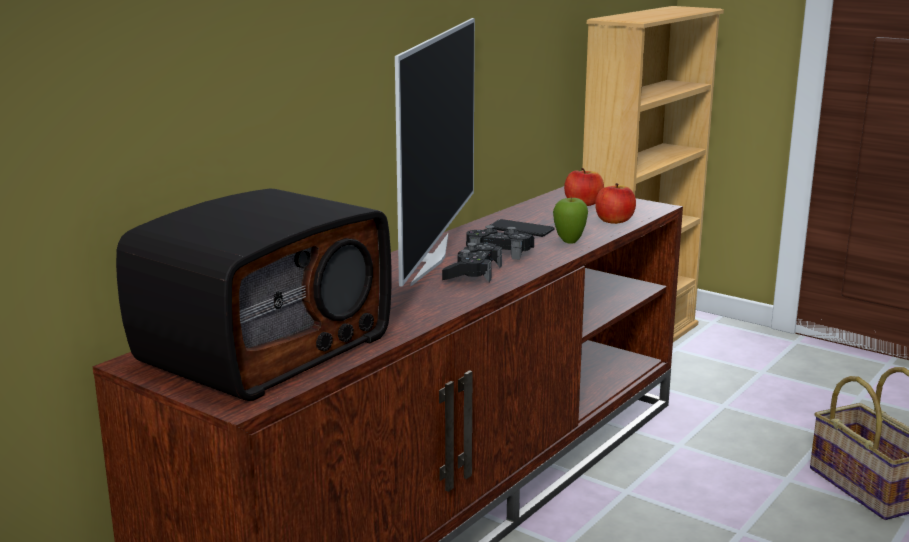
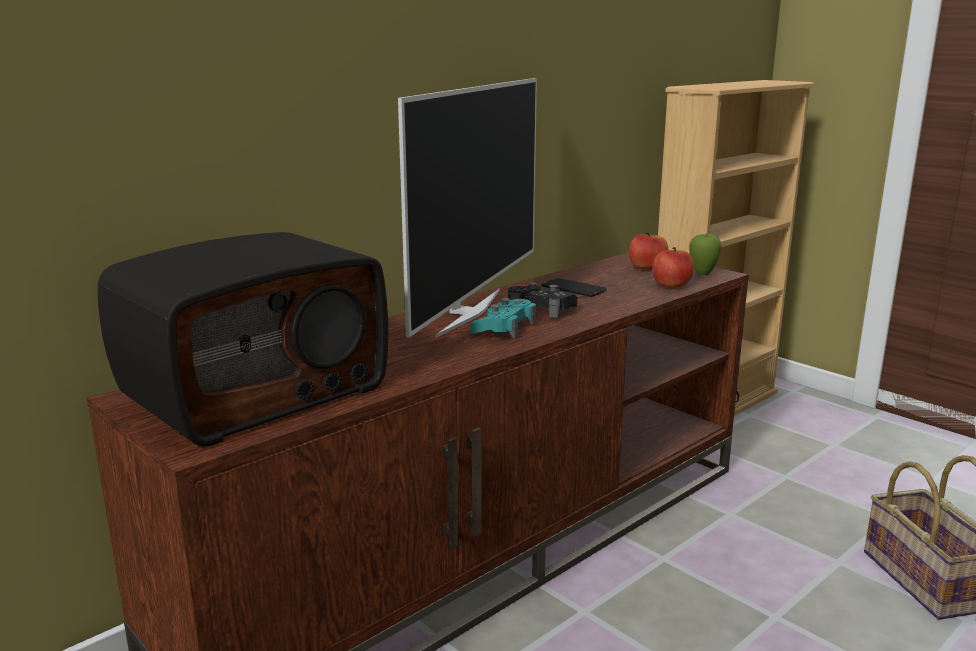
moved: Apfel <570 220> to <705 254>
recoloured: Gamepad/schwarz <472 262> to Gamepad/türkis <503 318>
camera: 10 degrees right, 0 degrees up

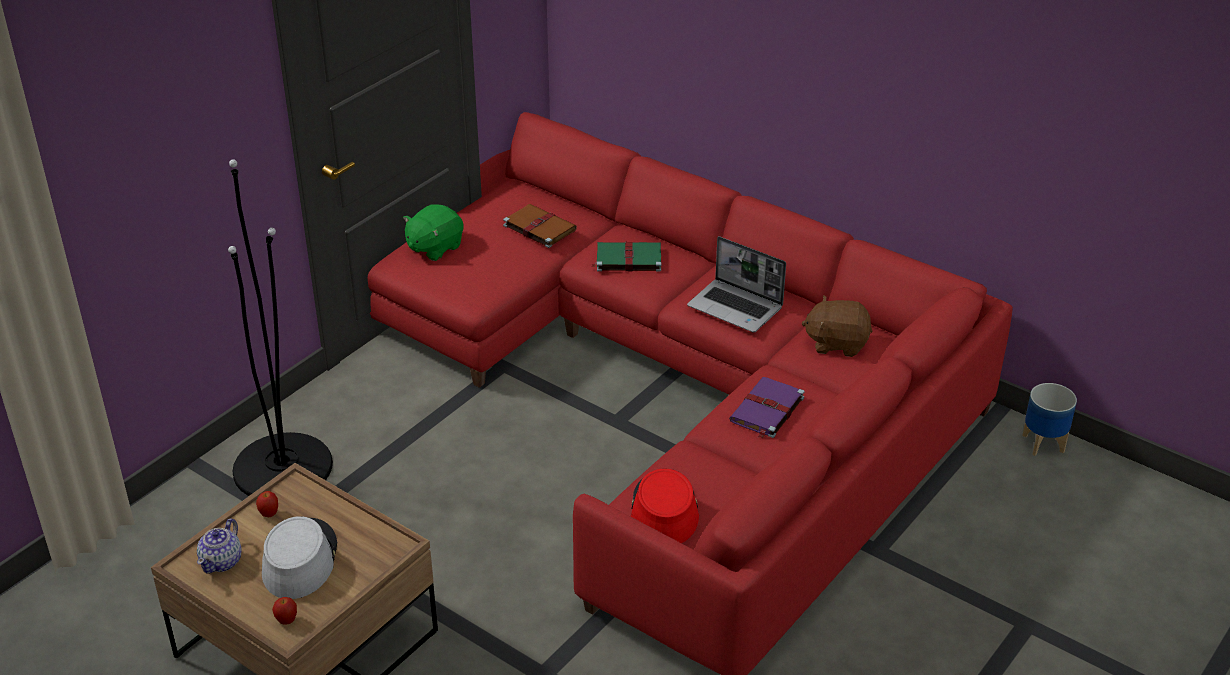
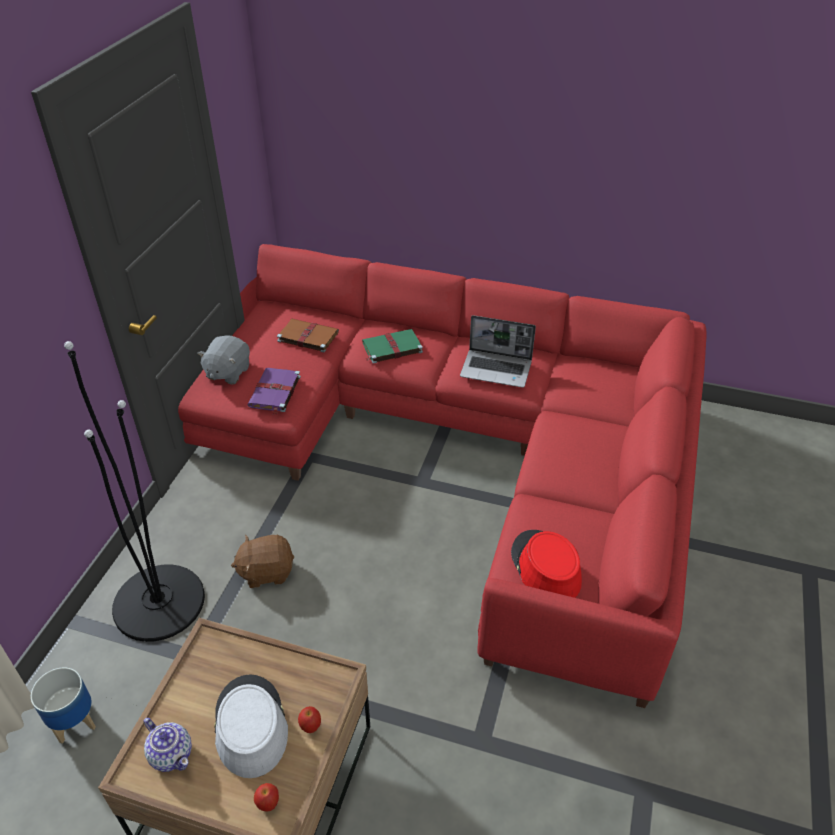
moved: Apfel <267 504> to <309 719>; Buch/lila <767 408> to <274 391>; Plüschtier/braun <837 326> to <262 561>; Pflanzkübel <1049 419> to <63 705>
recoloured: Plüschtier/grün <433 232> to Plüschtier/grau <223 360>
turned: Teekanne <219 546> = <167 745> 45 degrees counterclockwise
camera: 20 degrees left, 5 degrees up

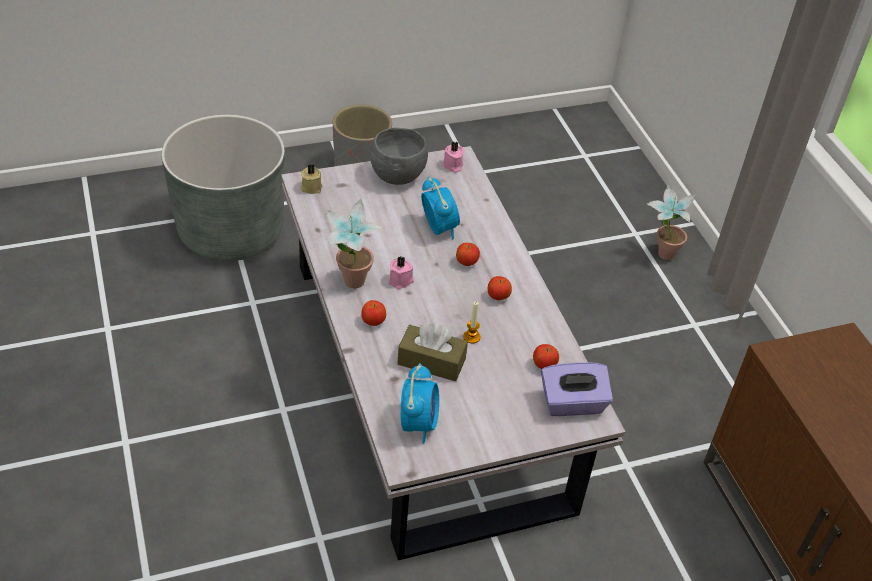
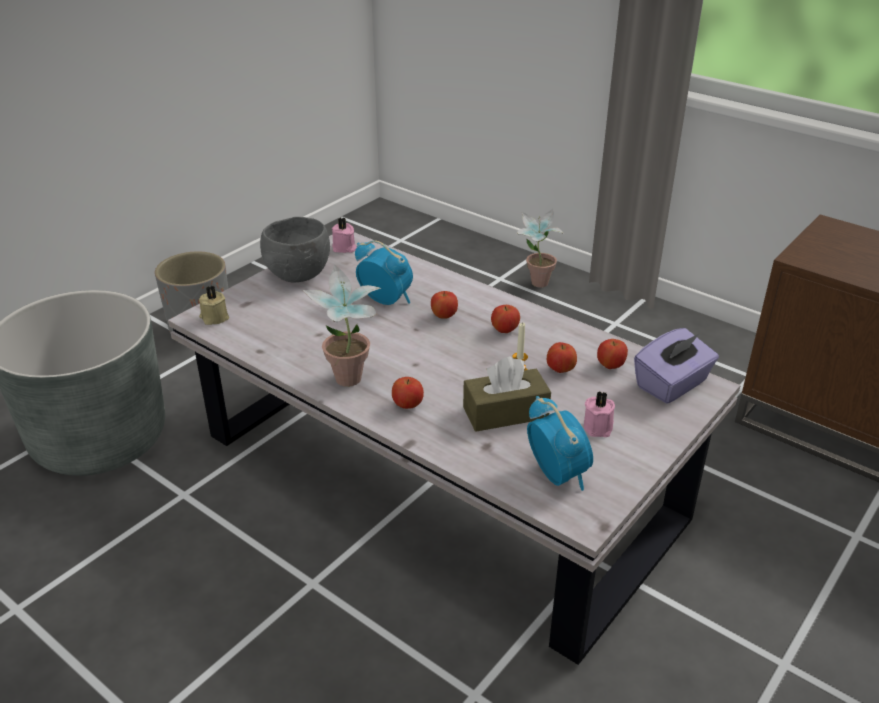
added: Apfel <562 357>
moved: Kerze/rosa <401 272> to <599 414>
camera: 30 degrees left, 10 degrees down

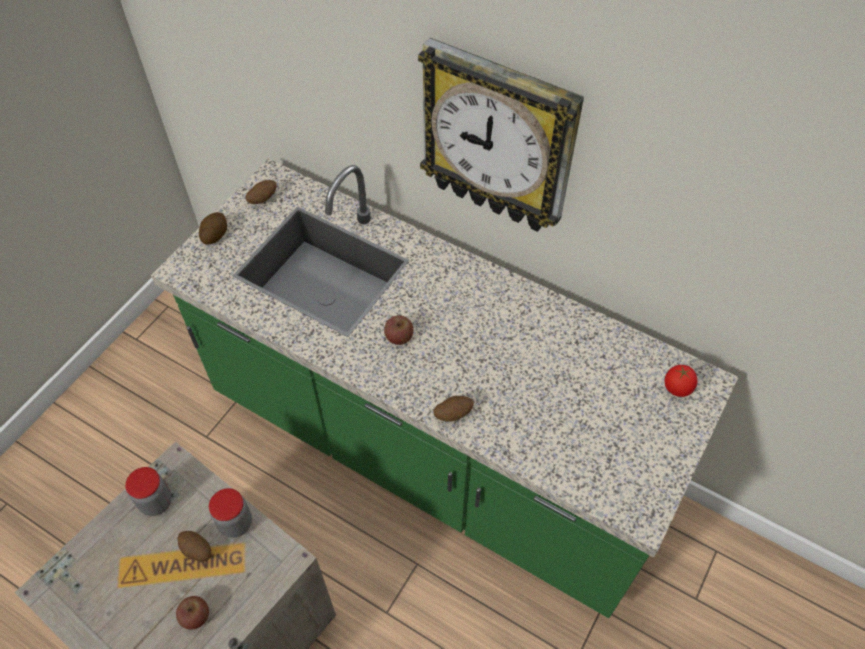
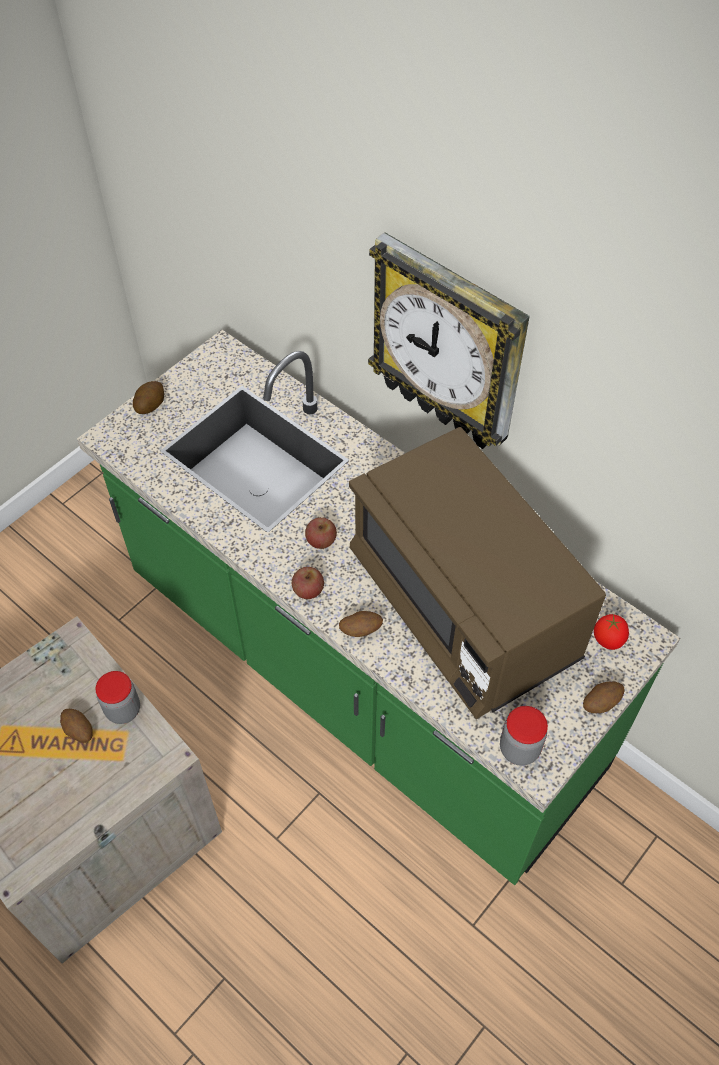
added: Mikrowelle/braun <477 573>
moved: Vorratsglas <148 491> to <524 736>; Apfel <192 613> to <308 583>; Kartoffel <261 192> to <603 697>
camera: 10 degrees right, 0 degrees up

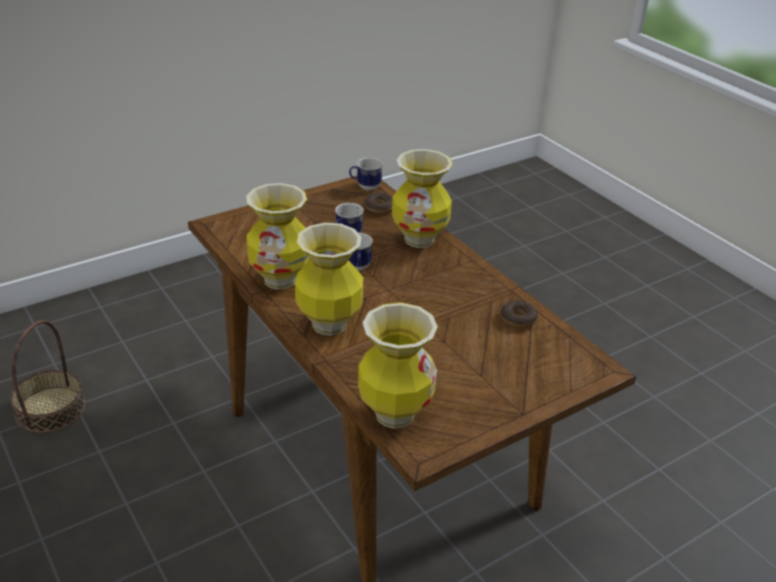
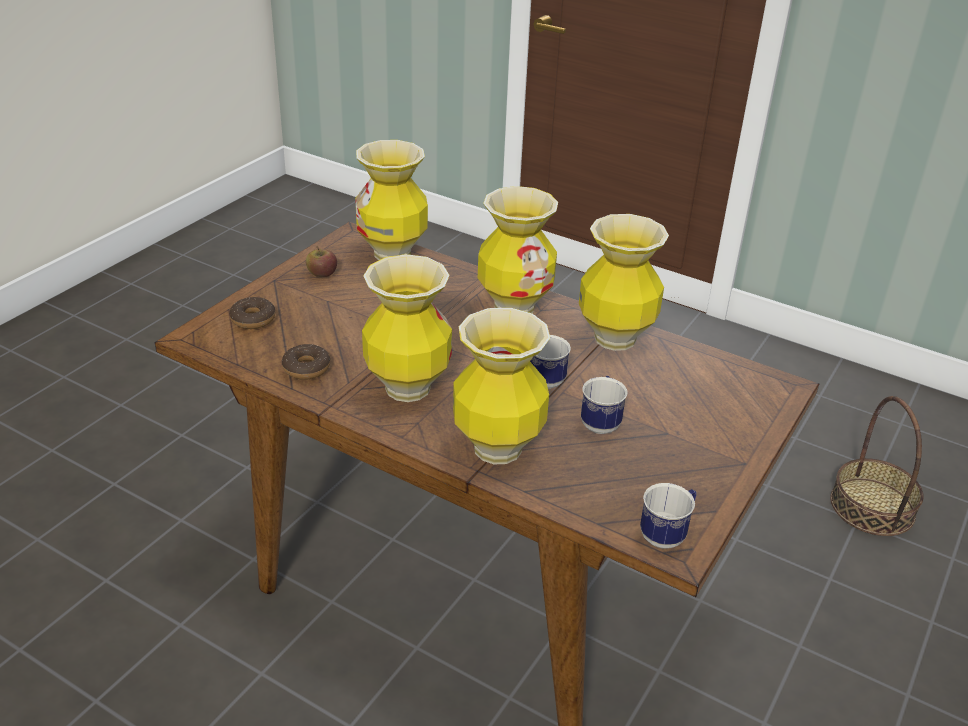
added: Apfel <321 261>; Vase <407 328>
moved: Donut <378 203> to <252 313>
camera: 155 degrees right, 0 degrees up

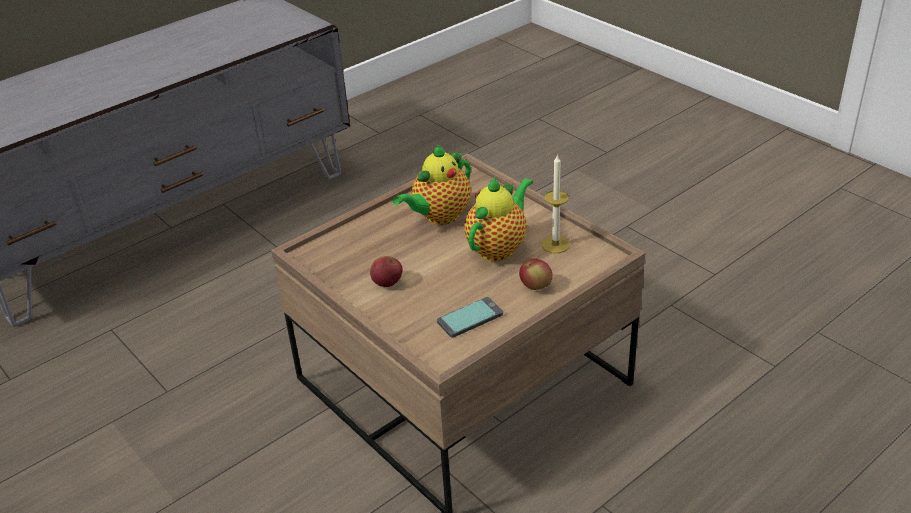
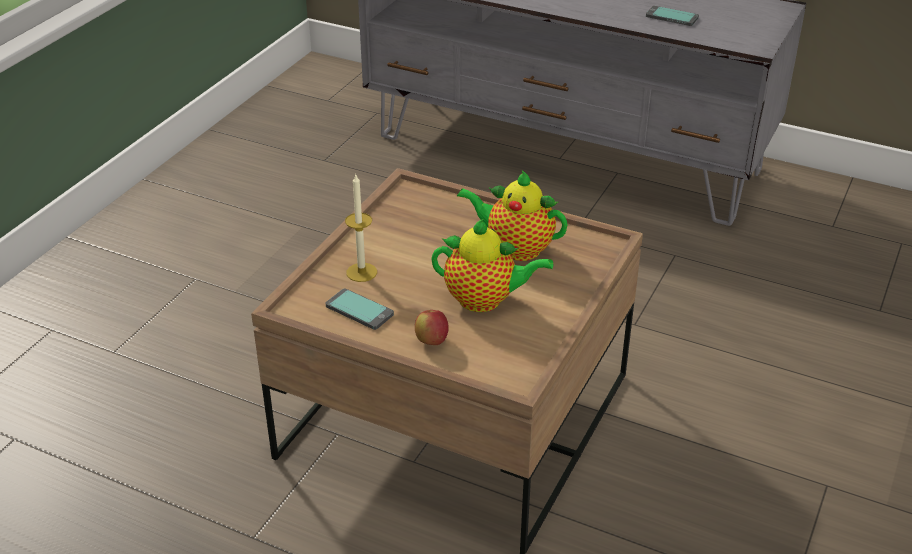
removed: Apfel <386 271>
added: Handy <672 16>
moved: Kerze <556 203> to <361 228>
camera: 65 degrees right, 0 degrees up

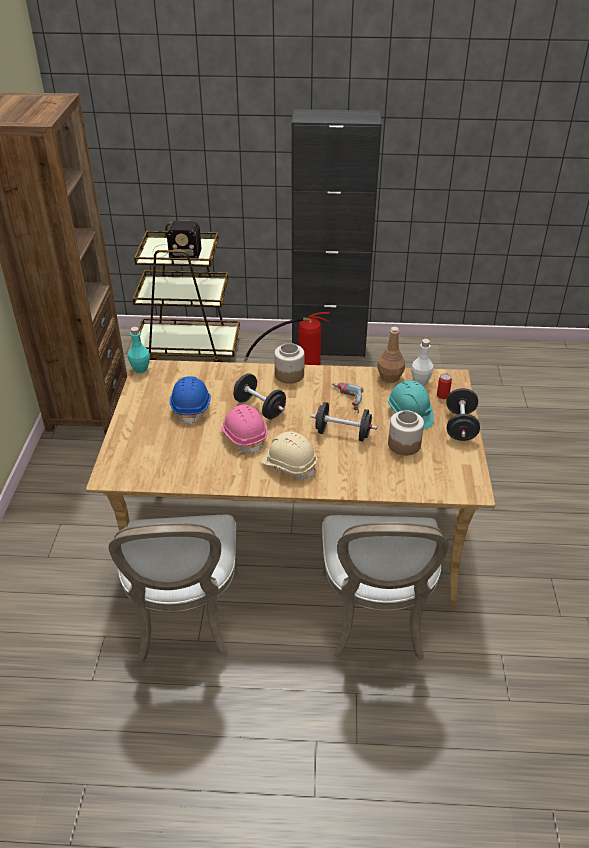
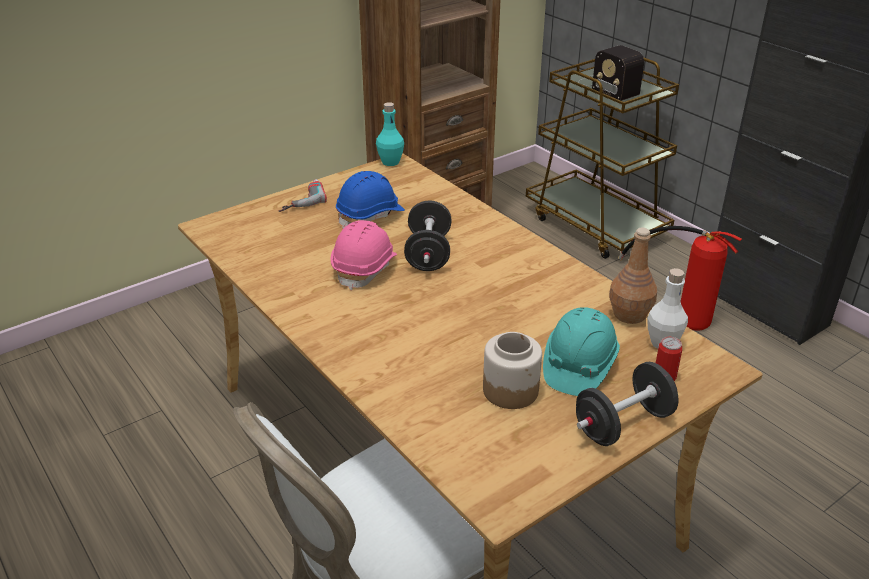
removed: Stuhl/weiß <173 589>; Schutzhelm/beige <289 455>; Vorratsglas <289 363>; Hantel/schwarz <343 422>
moved: Bohrmaschine <347 397> to <302 195>
camera: 50 degrees right, 5 degrees down

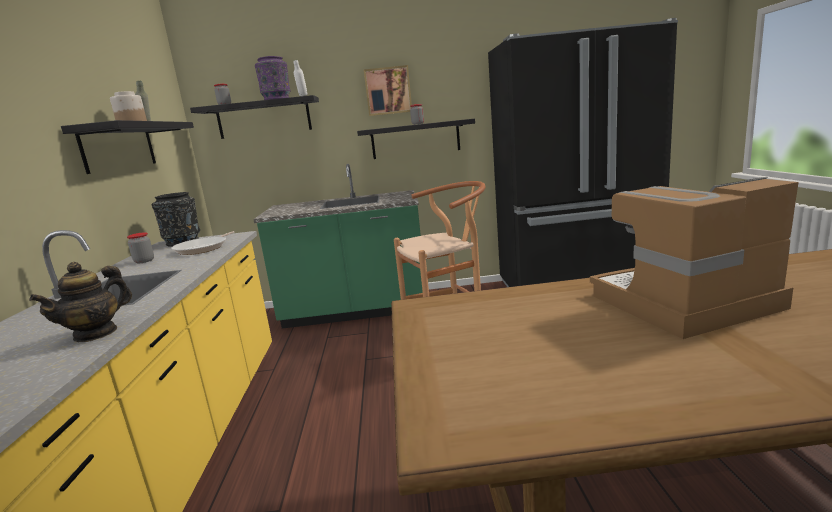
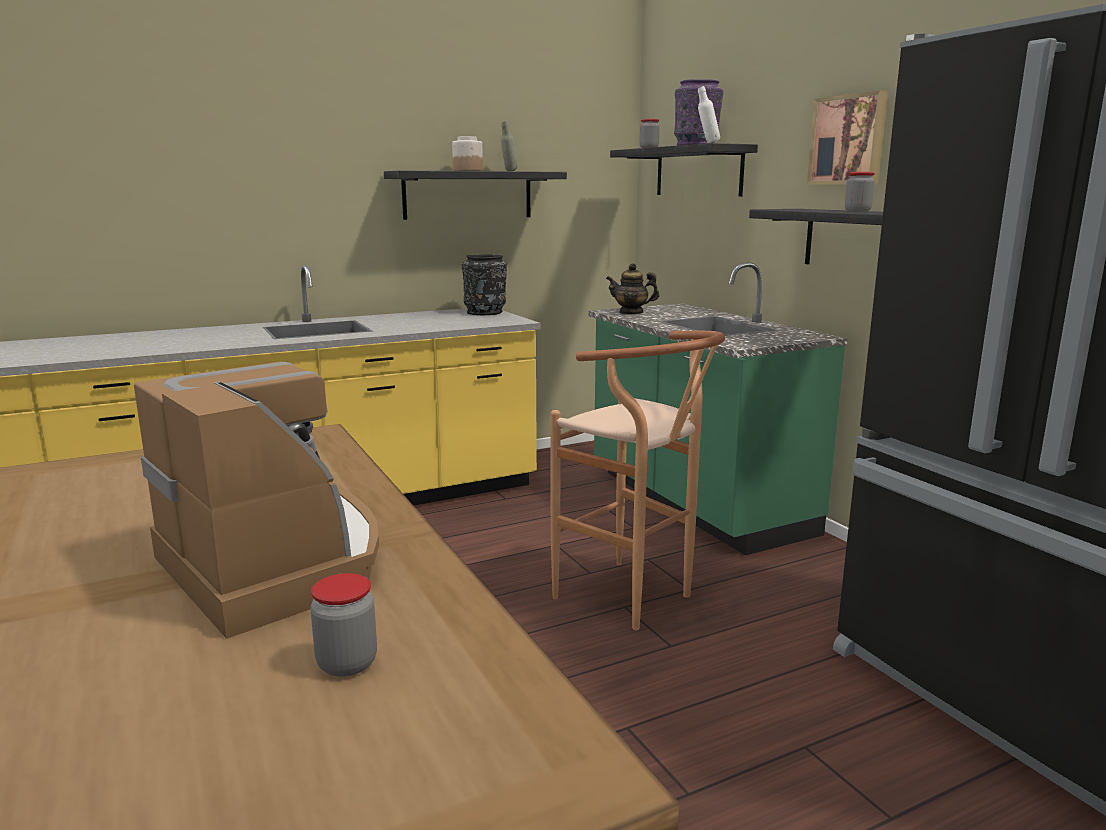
removed: Pfanne <202 243>
moved: Teekanne <80 302> to <632 289>; Vorratsglas <140 248> to <343 625>
camera: 65 degrees right, 0 degrees up

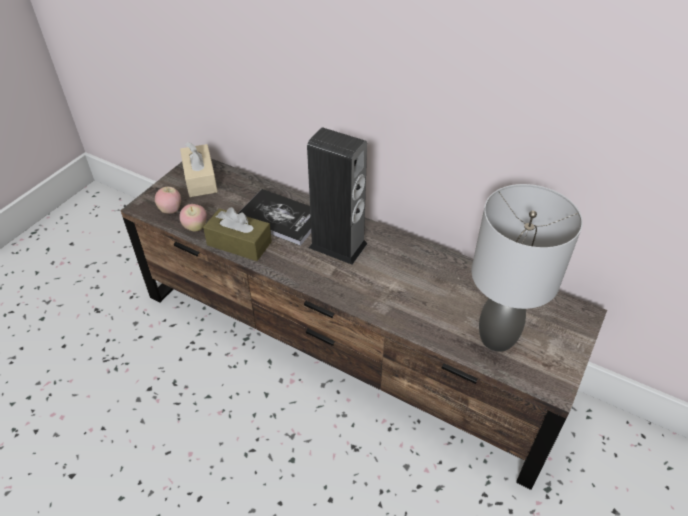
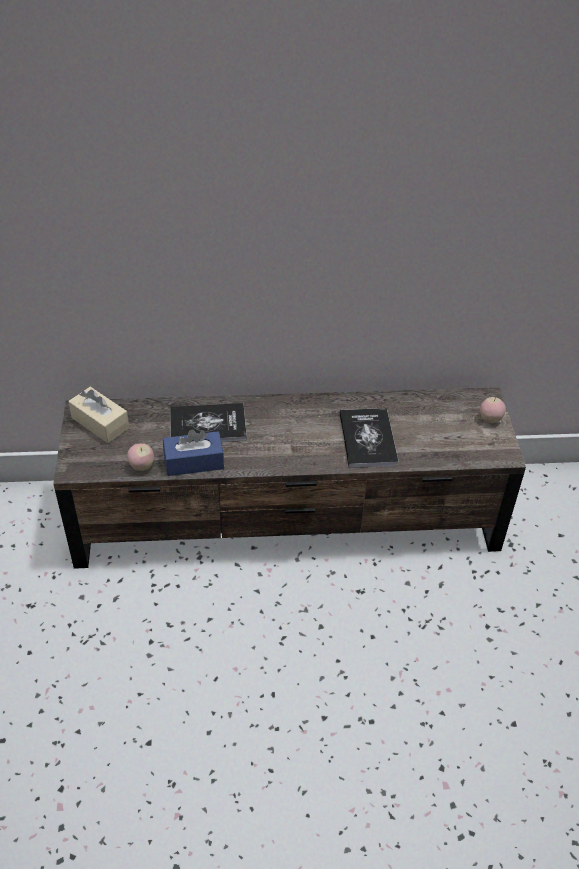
removed: Lautsprecher <337 196>; Tischlampe/grau <527 268>
added: Buch <369 438>
moved: Apfel <168 200> to <493 410>
recoloured: Taschentuchbox/braun <237 234> to Taschentuchbox/blau <193 453>
camera: 35 degrees left, 0 degrees up

